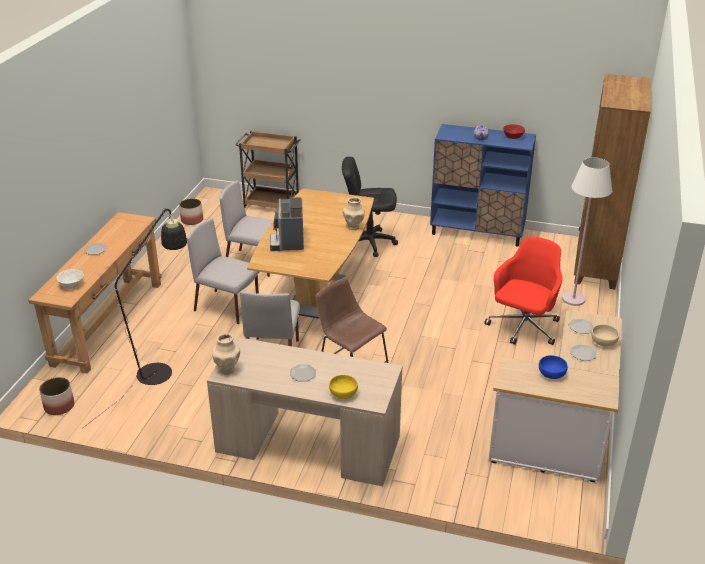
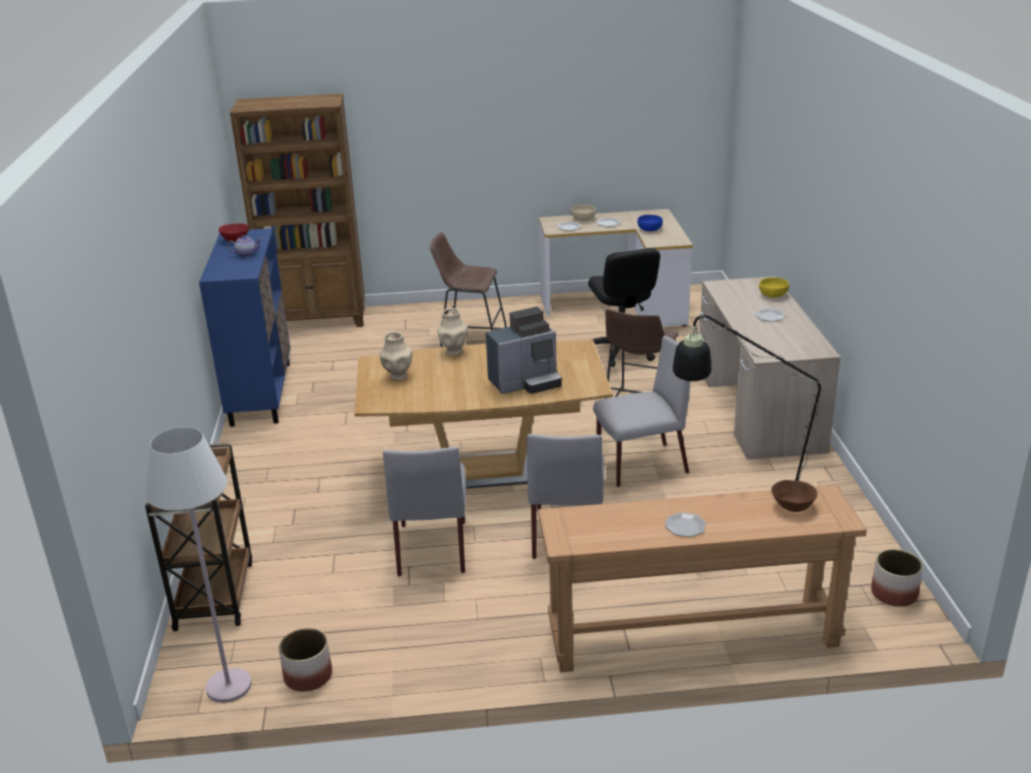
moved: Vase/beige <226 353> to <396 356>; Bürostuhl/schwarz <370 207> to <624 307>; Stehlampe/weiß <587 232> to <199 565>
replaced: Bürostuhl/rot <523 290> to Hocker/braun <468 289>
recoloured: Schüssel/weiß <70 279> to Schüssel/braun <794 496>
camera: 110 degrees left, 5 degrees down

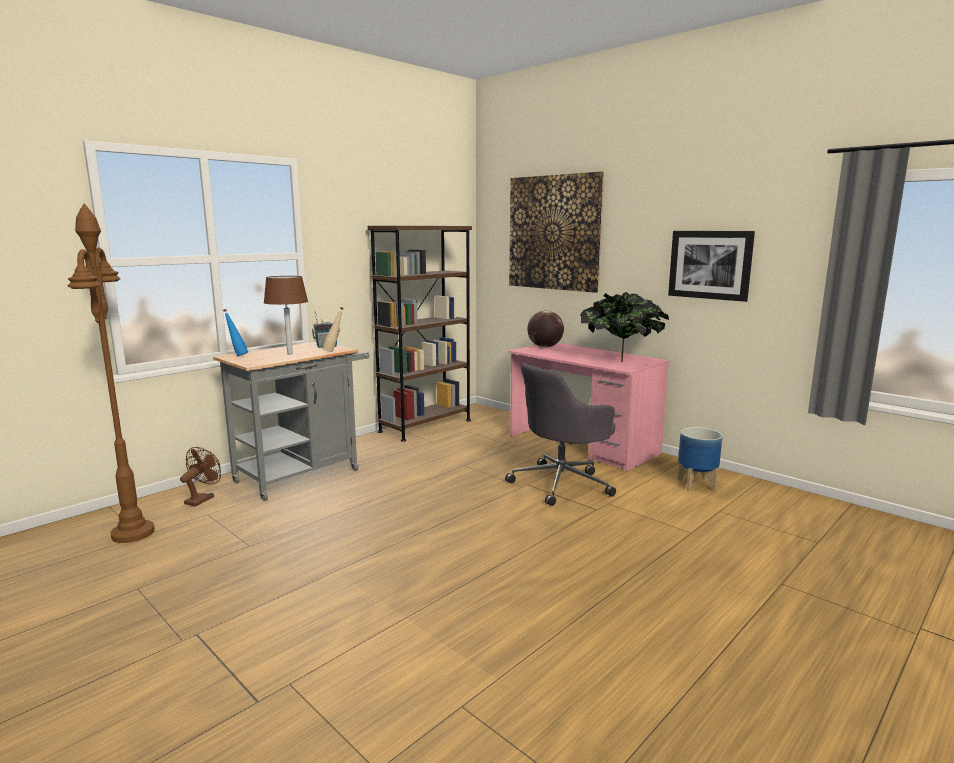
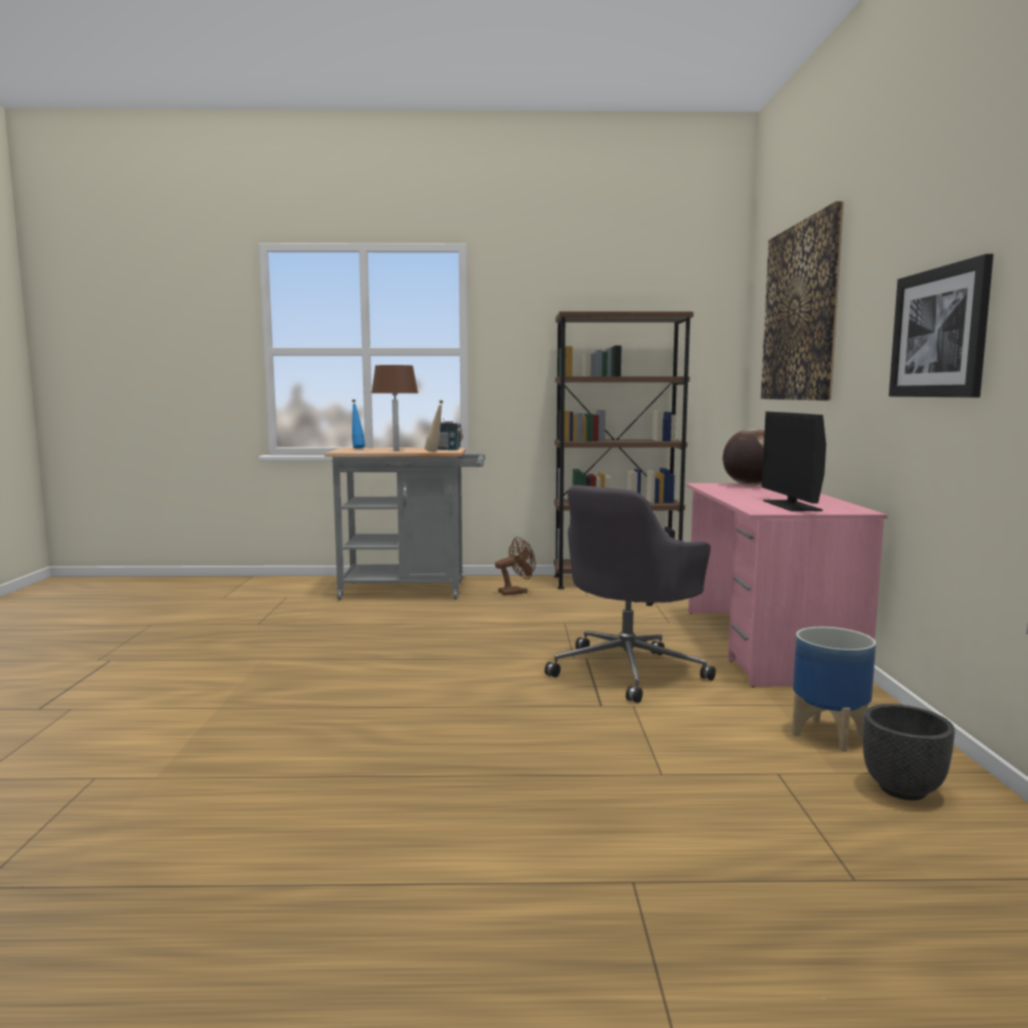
removed: Stehlampe/braun <111 373>
added: Pflanzkübel/schwarz <909 752>
moved: Ventilator/braun <200 476> to <515 566>
replaced: Topfpflanze <624 327> to Monitor <794 461>
turned: Bürostuhl/grau <560 434> = <630 594> 60 degrees counterclockwise
camera: 45 degrees right, 5 degrees down

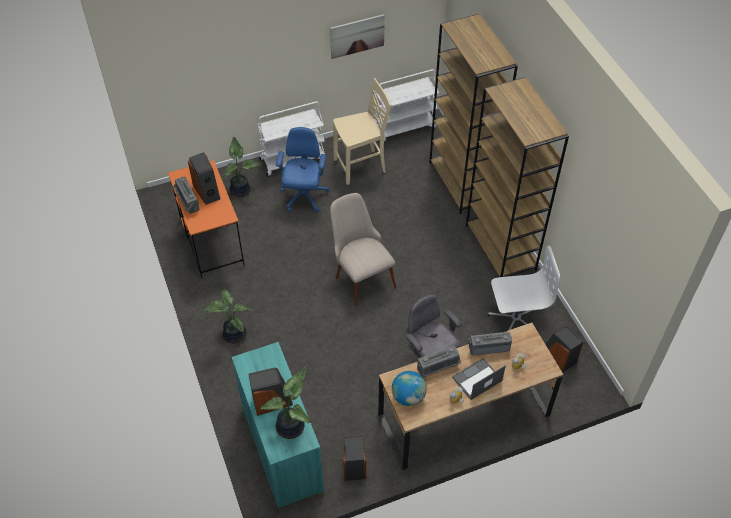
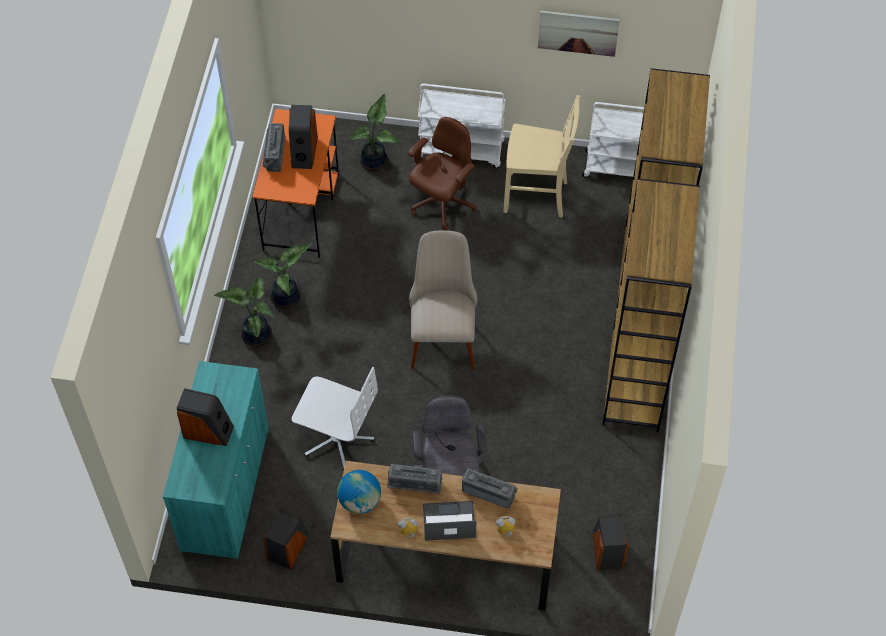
moved: Topfpflanze <285 403> to <283 276>; Bürostuhl/weiß <524 288> to <335 418>
recoloured: Bürostuhl/blau <302 169> to Bürostuhl/braun <442 174>
camera: 30 degrees right, 5 degrees up

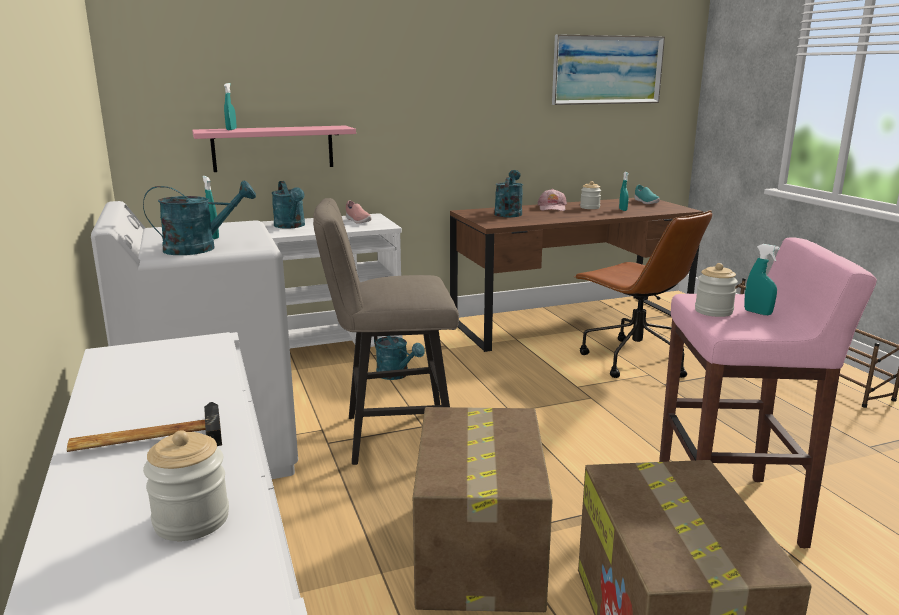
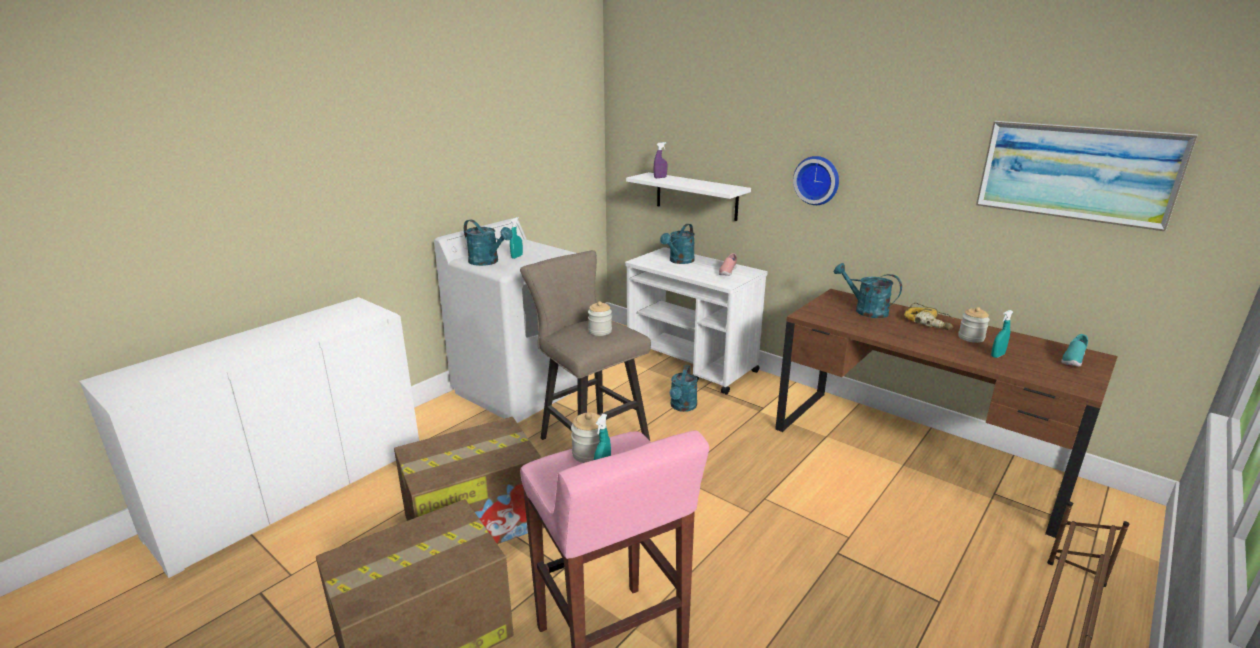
removed: Hammer <144 427>; Bürostuhl/braun <643 294>
added: Wanduhr <816 180>
moved: Vorratsglas <186 485> to <600 318>
replaced: Kappe/rosa <552 200> to Bohrmaschine <928 316>
recoloured: Wandregal/rosa <274 149> to Wandregal/weiß <688 196>; Sprühflasche/türkis <230 106> to Sprühflasche/lila <661 160>
turned: Gießkanne/türkis <508 193> = <868 290> 120 degrees counterclockwise
camera: 60 degrees right, 5 degrees up

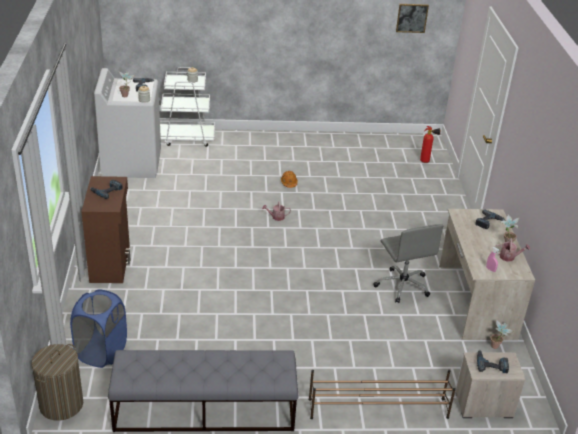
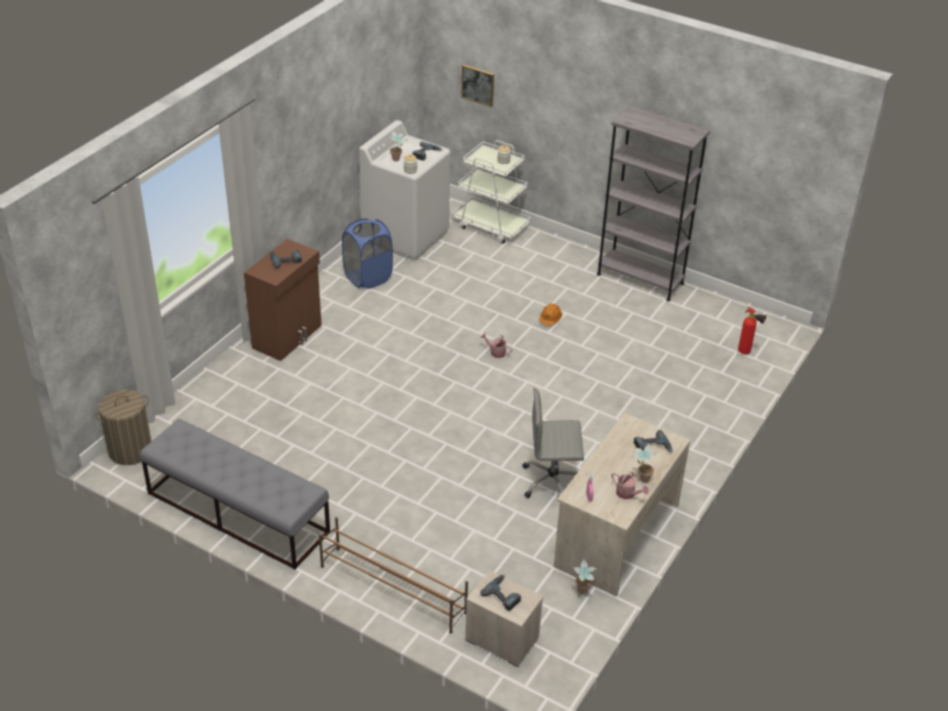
added: Bücherregal/grau <653 203>
moved: Wäschekorb/blau <98 328> to <367 253>; Bild <412 18> to <477 86>
turned: Bürostuhl/grau <408 263> = <553 443> 75 degrees clockwise
camera: 35 degrees right, 5 degrees up

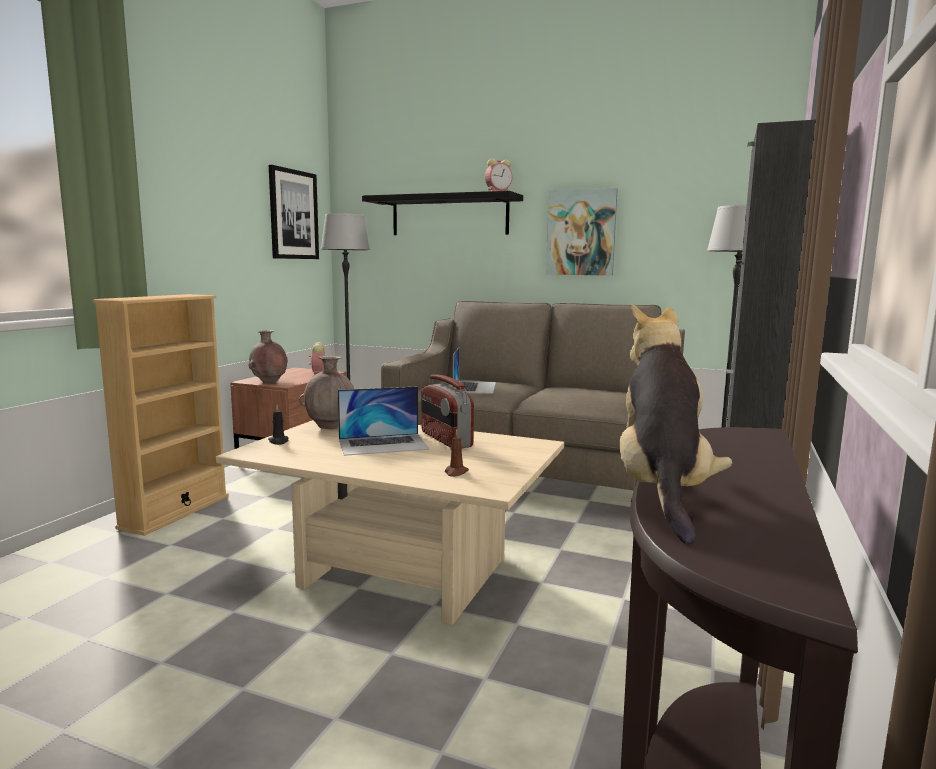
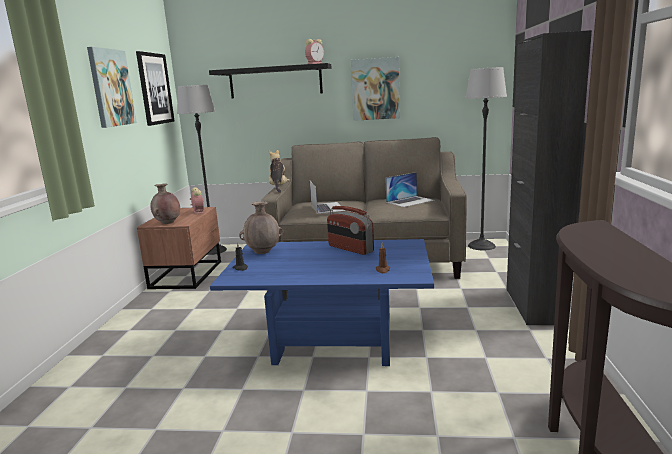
removed: Bücherregal/beige <161 415>
added: Bild <112 87>
moved: Laptop <383 421> to <410 189>; Plüschtier <675 424> to <279 171>
recoloured: Couchtisch/beige <390 522> to Couchtisch/blau <322 302>
camera: 15 degrees left, 5 degrees up

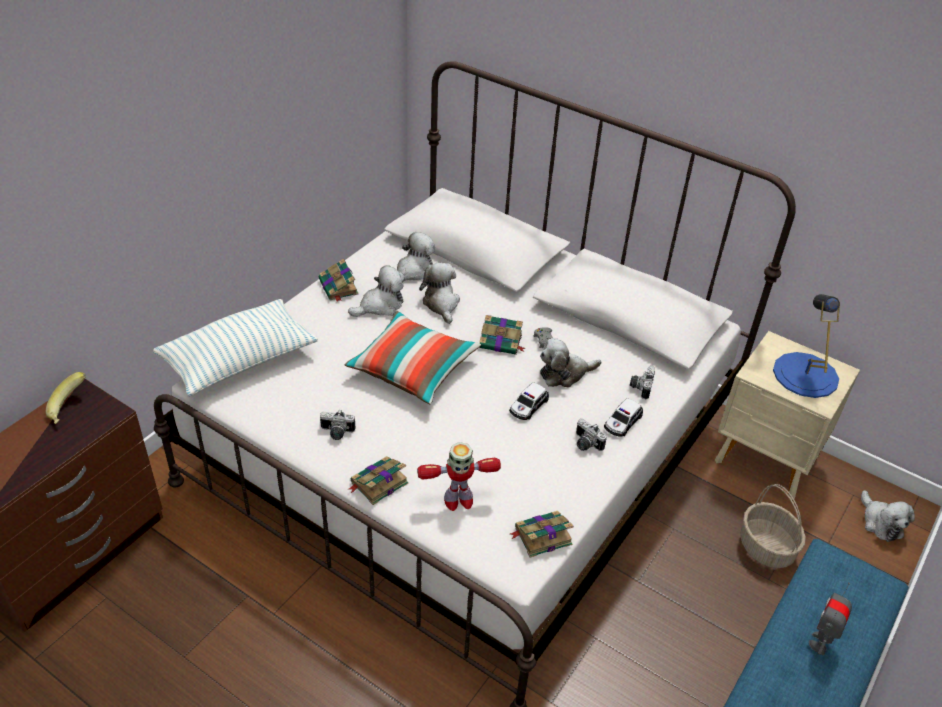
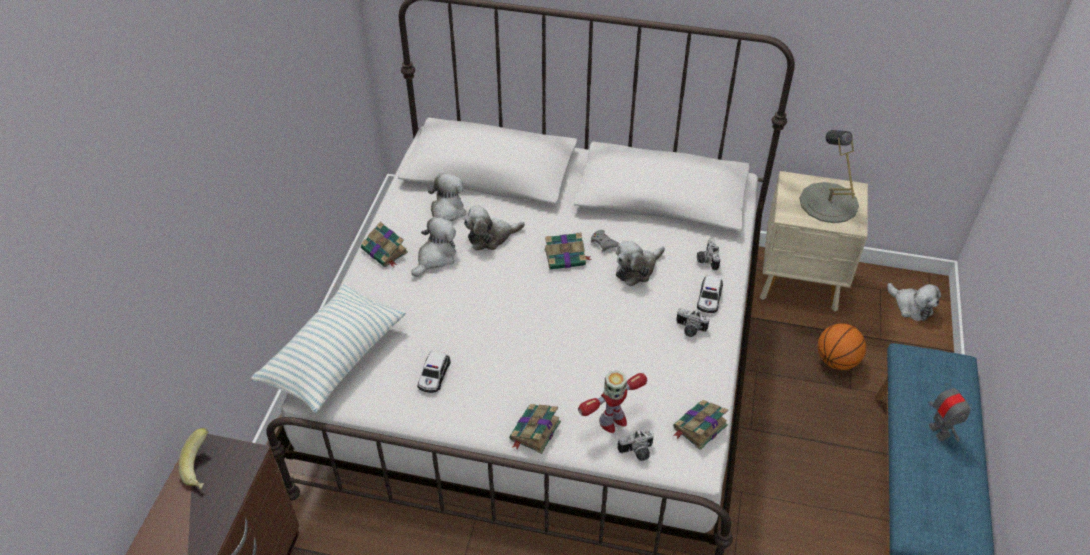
removed: Kissen <412 357>
moved: Kamera <338 425> to <635 445>; Spielzeugauto <529 401> to <434 372>
replaced: Korb <773 526> to Basketball <842 346>
recoloured: Tischlampe/blau <806 346> to Tischlampe/grau <829 176>
turned: Plüschtier <439 293> = <494 227> 75 degrees counterclockwise; Spielzeugroboter <830 619> = <950 410> 150 degrees clockwise
camera: 20 degrees left, 5 degrees up

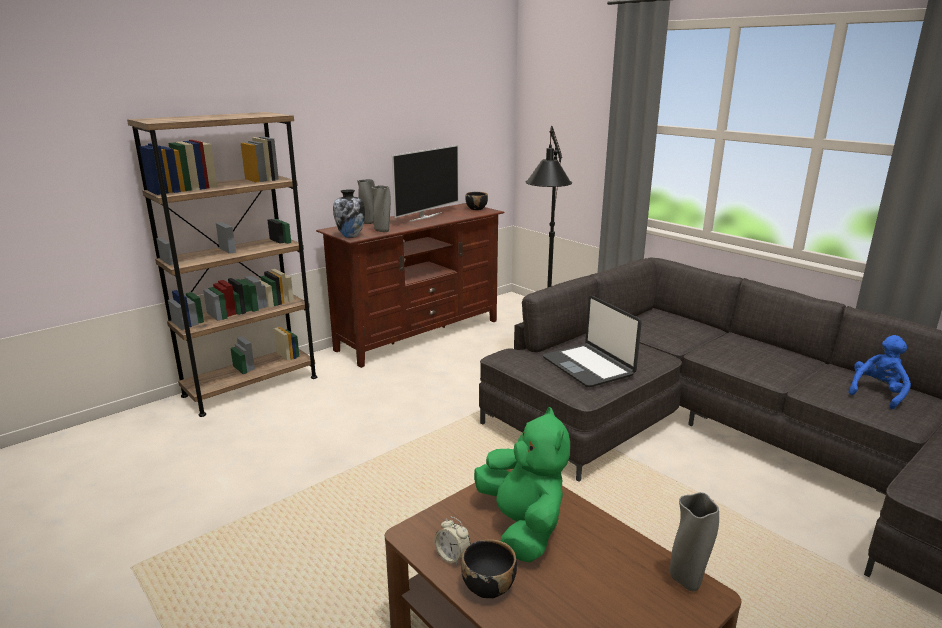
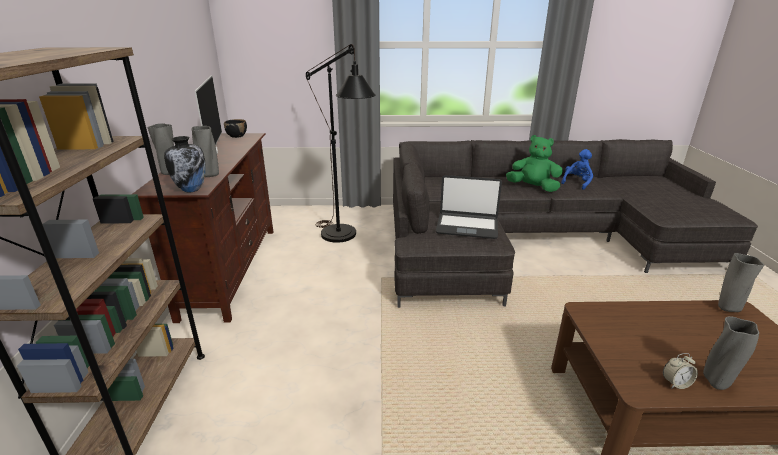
moved: Plüschtier/grün <522 484> to <534 163>
replaced: Schüssel/schwarz <489 568> to Vase/grau <731 353>
turned: Plüschtier/blau <880 372> = <577 169> 45 degrees clockwise
camera: 50 degrees left, 5 degrees up

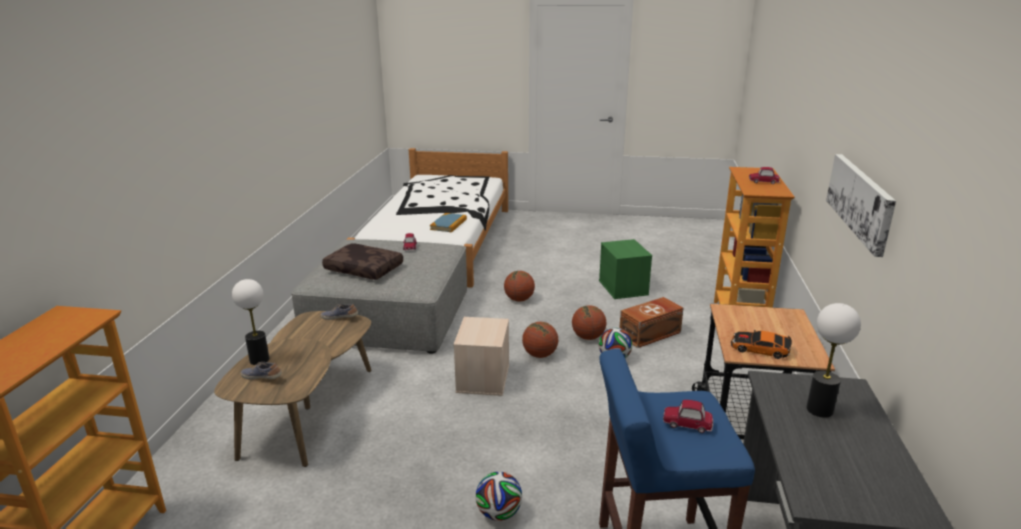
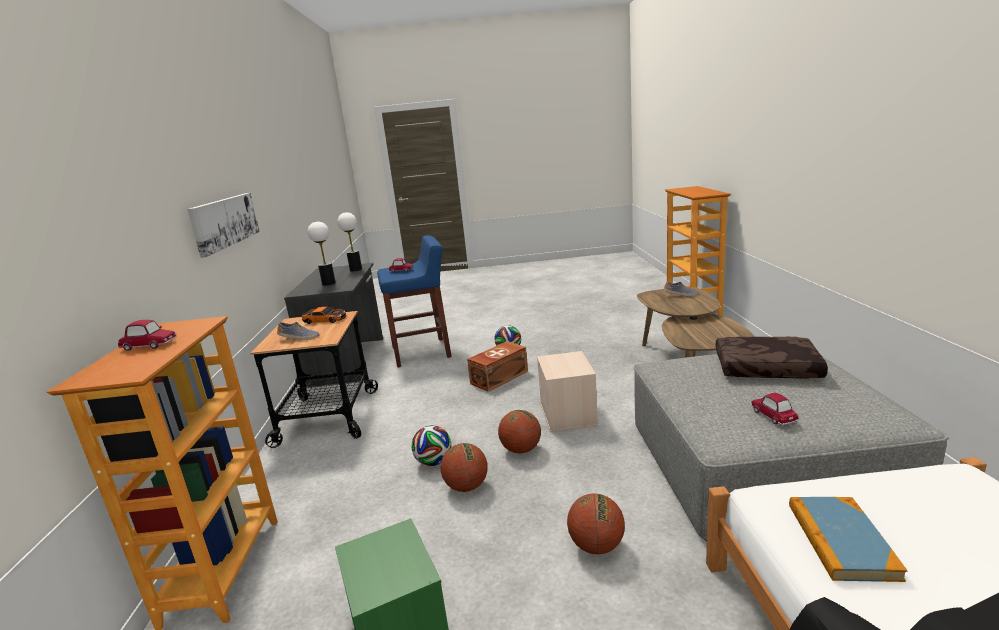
moved: Tischlampe <250 322> to <349 241>; Schuh <339 312> to <298 331>; Aufbewahrungsbox/braun <651 322> to <497 366>
camera: 170 degrees right, 5 degrees down

